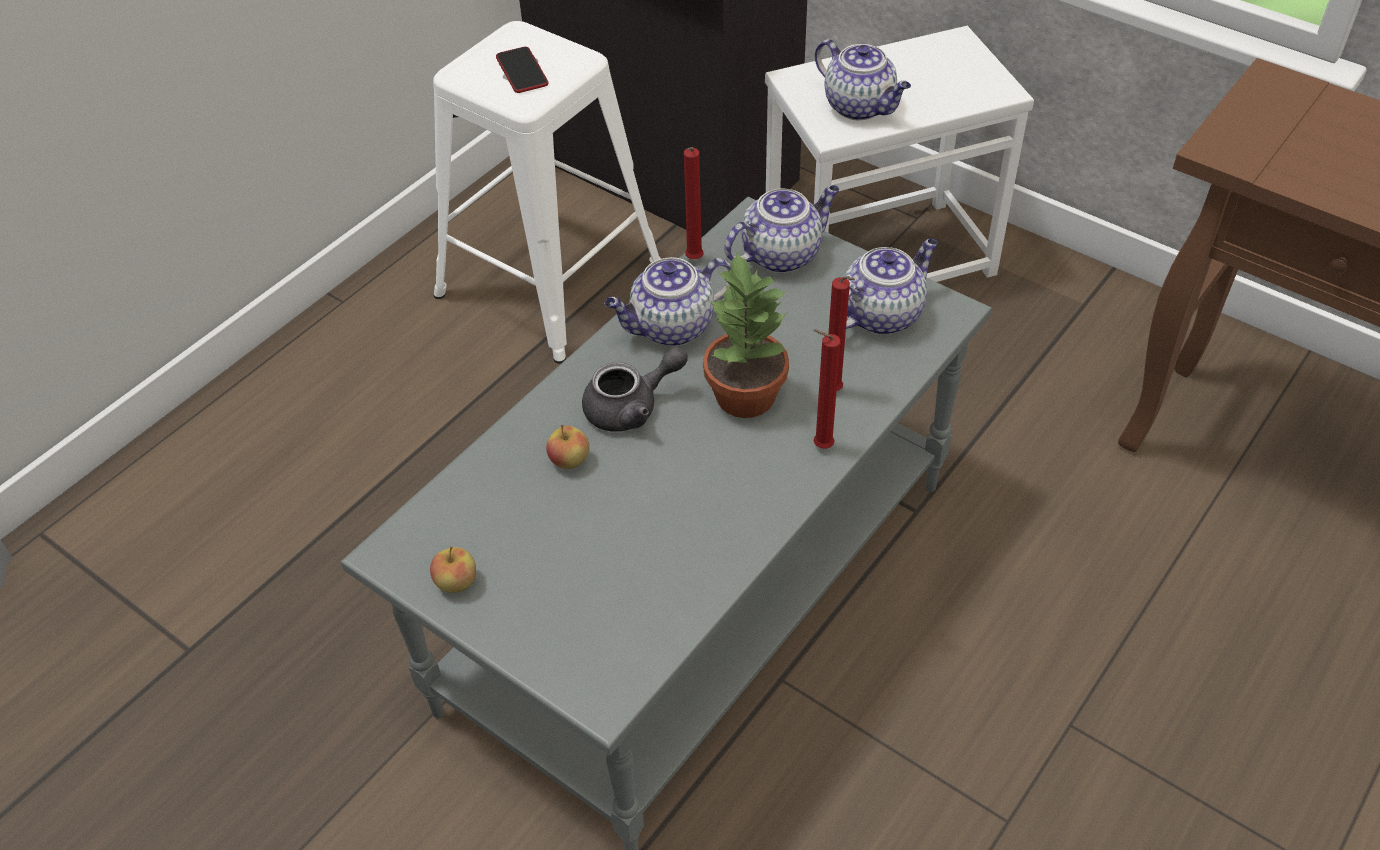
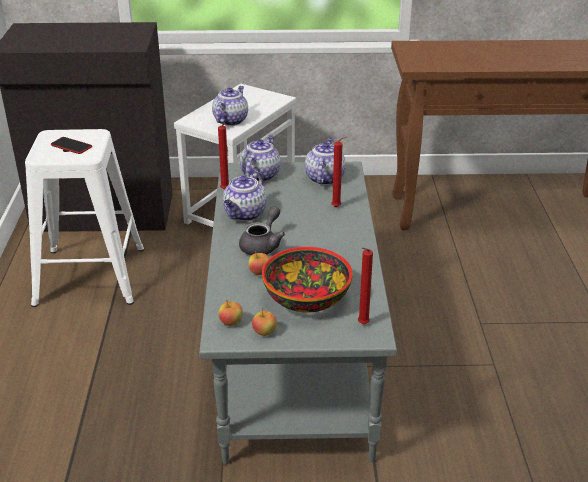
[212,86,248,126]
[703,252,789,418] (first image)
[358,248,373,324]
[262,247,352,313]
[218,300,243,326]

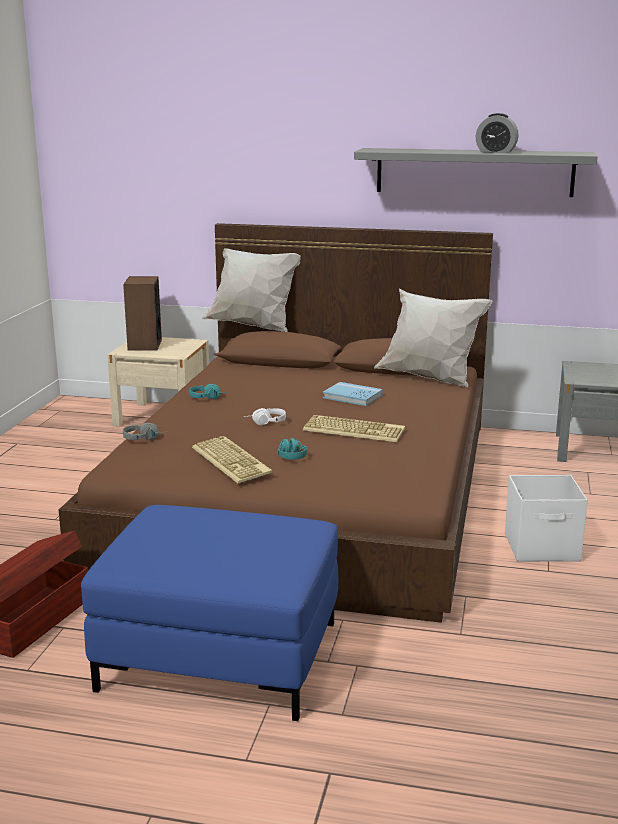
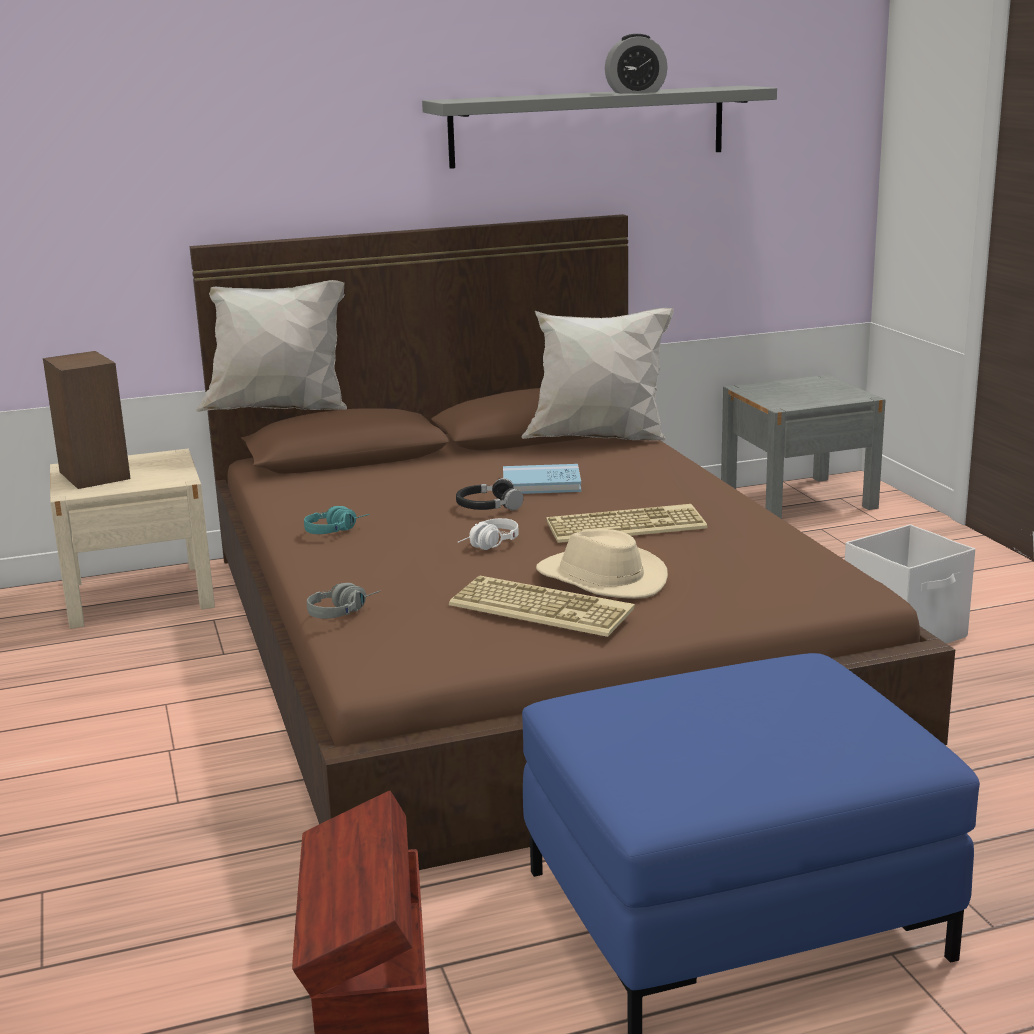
[536,529,668,599]
[456,478,523,510]

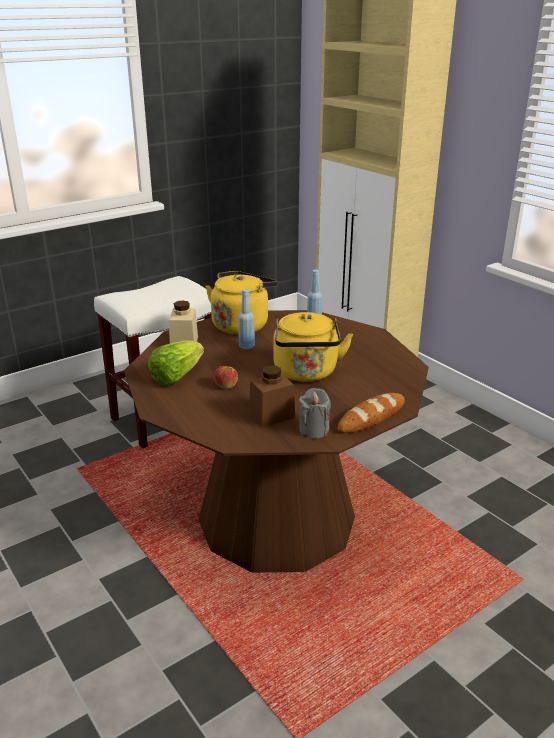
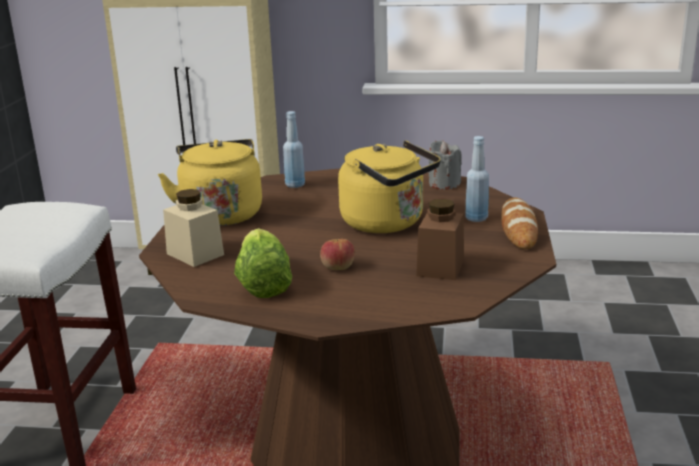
[465,136,489,222]
[428,141,462,190]

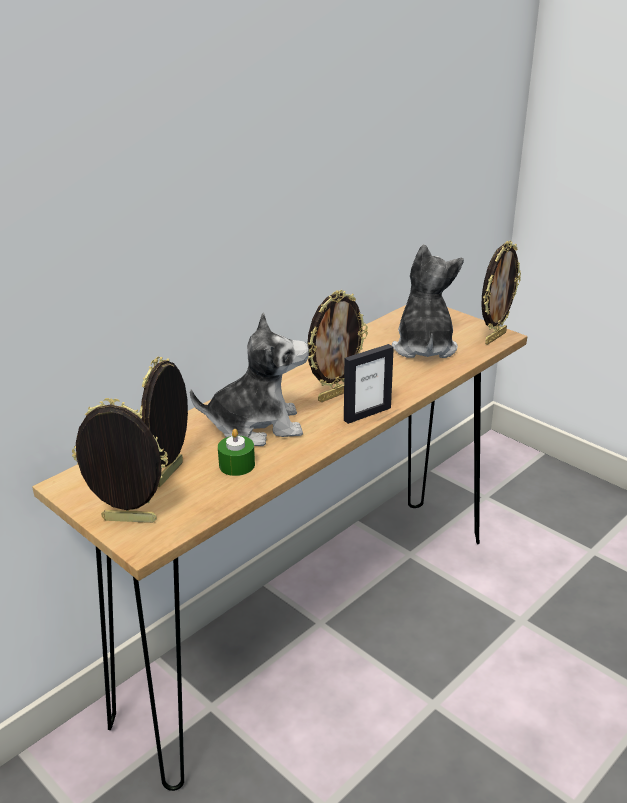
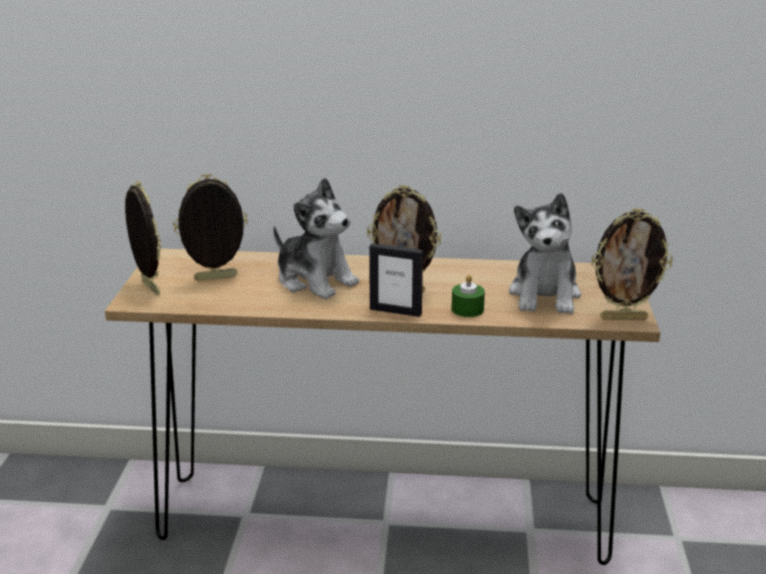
[509,193,581,314]
[451,274,485,317]

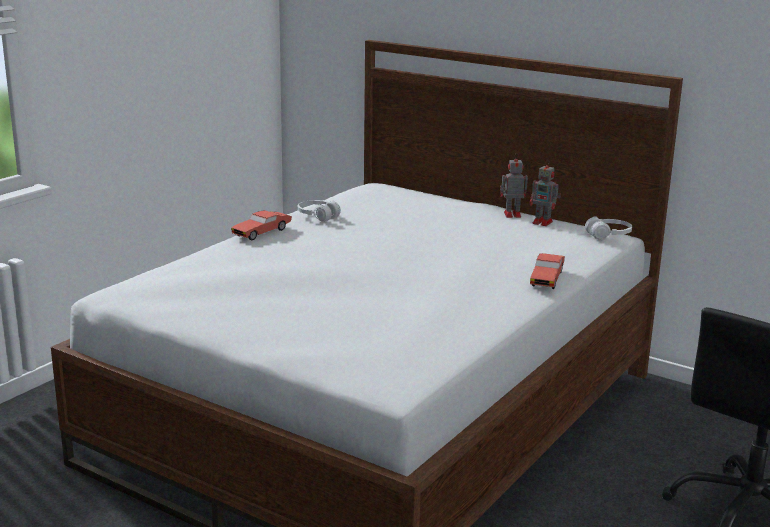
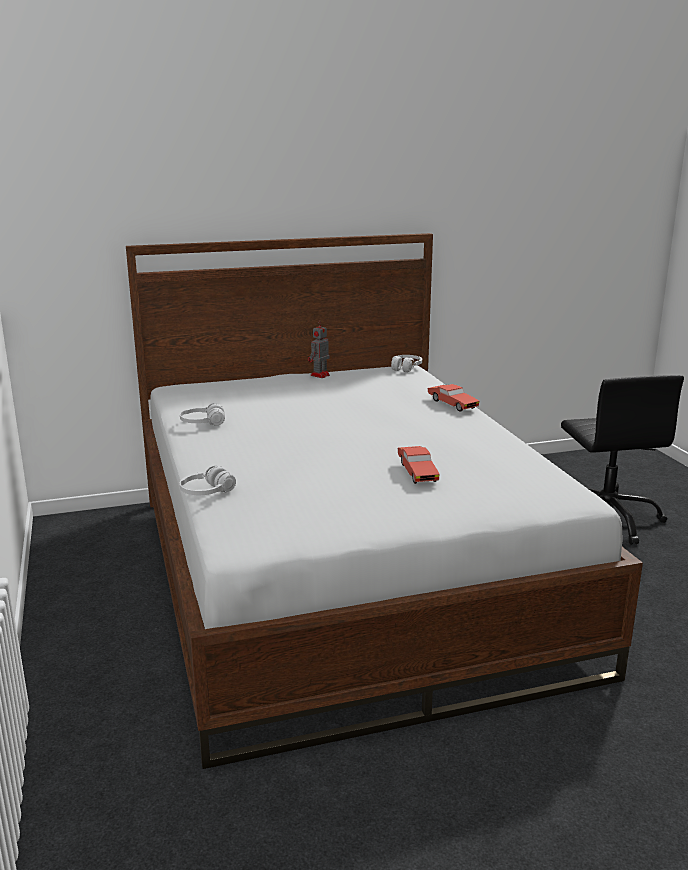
[529,160,561,226] (first image)
[398,446,440,484]
[180,466,236,495]

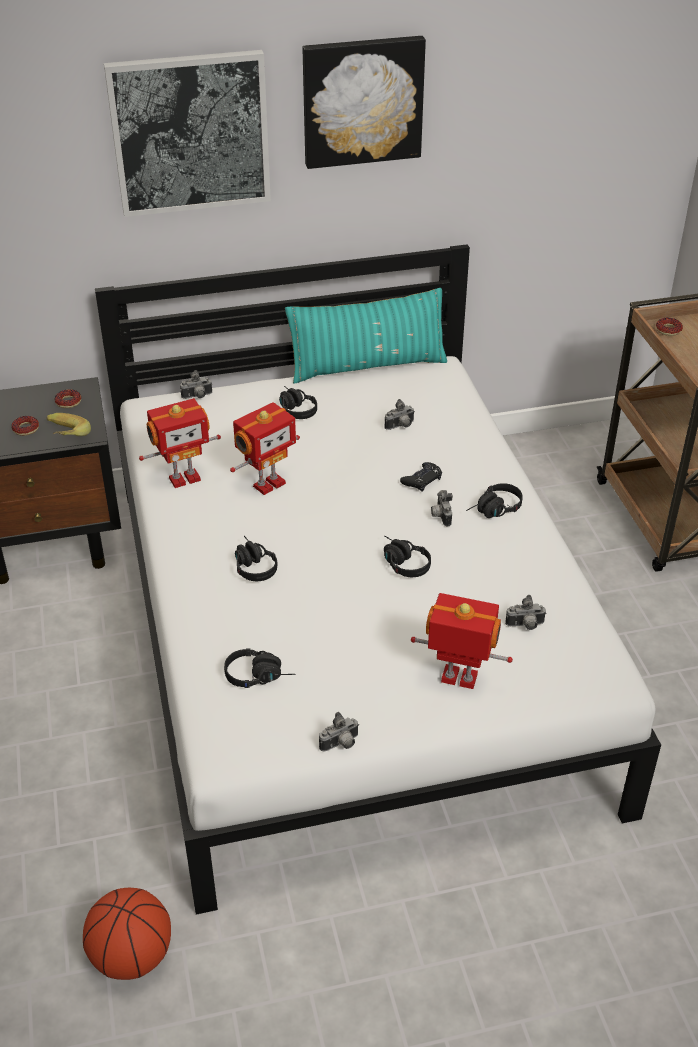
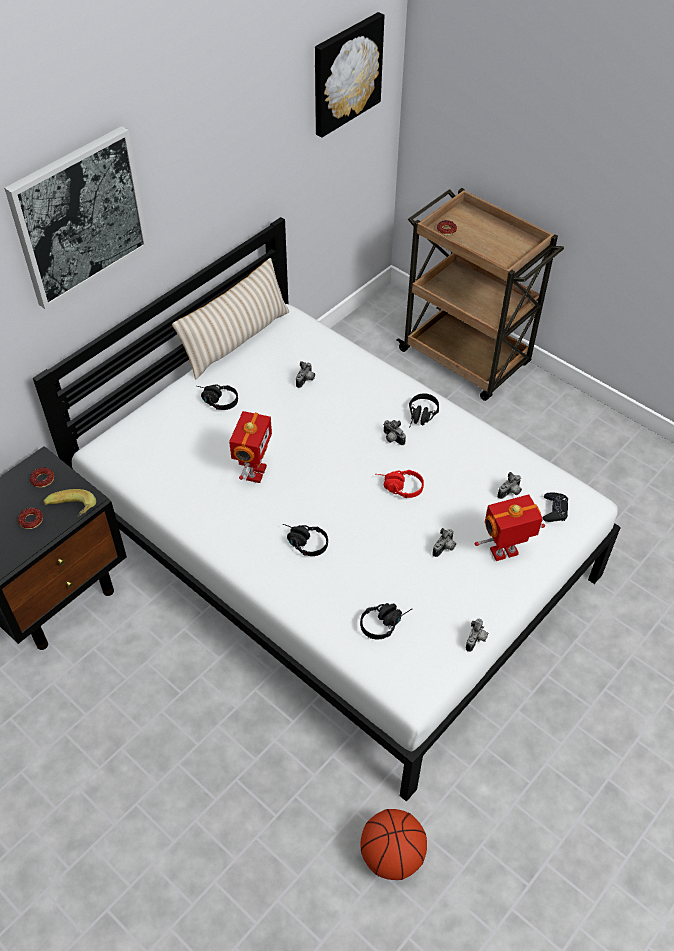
[315,12,384,138]
[172,258,289,380]
[432,528,456,557]
[139,398,221,488] (first image)
[543,492,568,522]
[376,470,424,498]

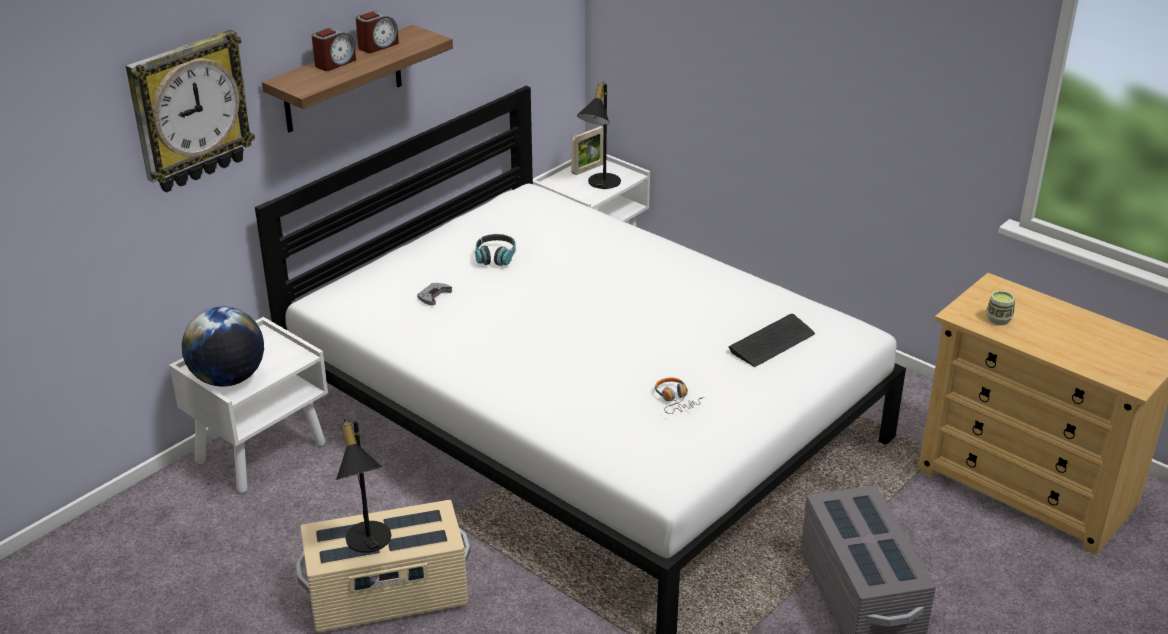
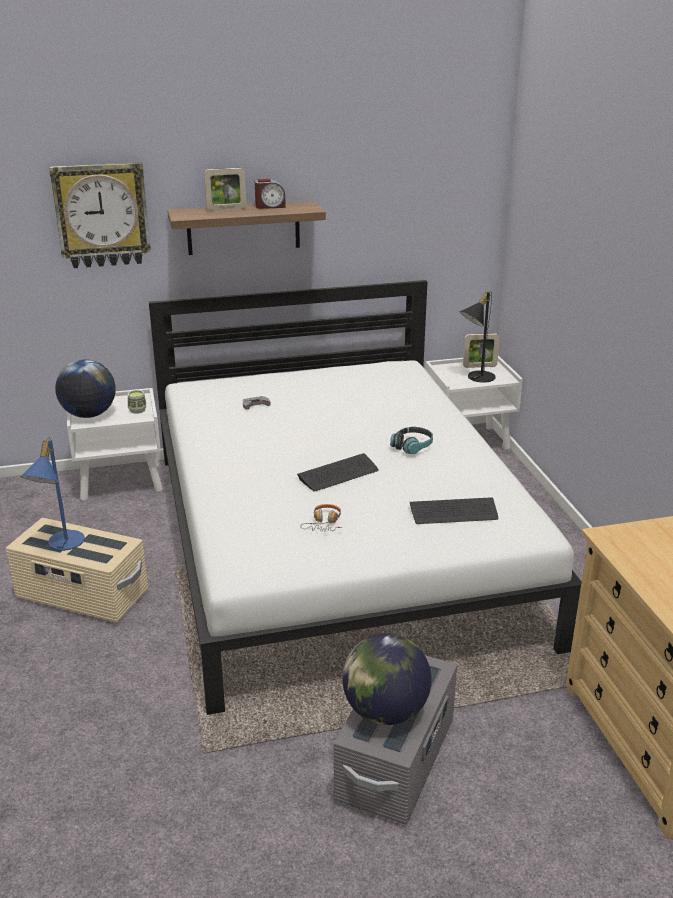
[204,168,246,211]
[390,427,433,454]
[128,390,146,414]
[21,437,85,551]
[297,453,379,492]
[342,633,432,725]

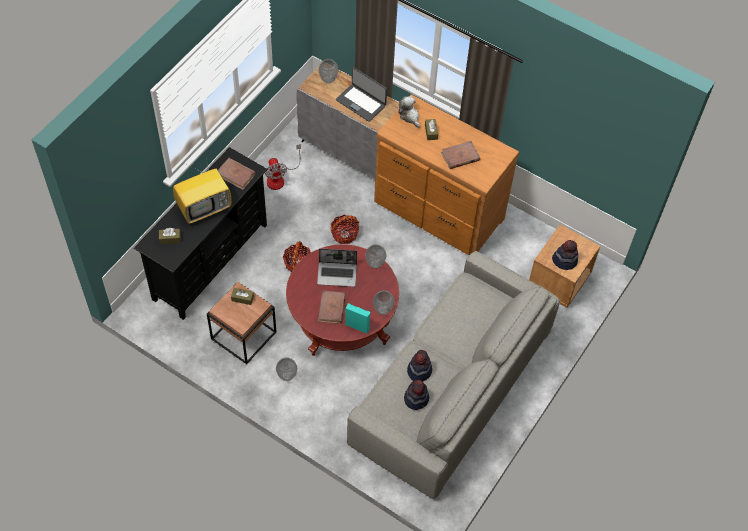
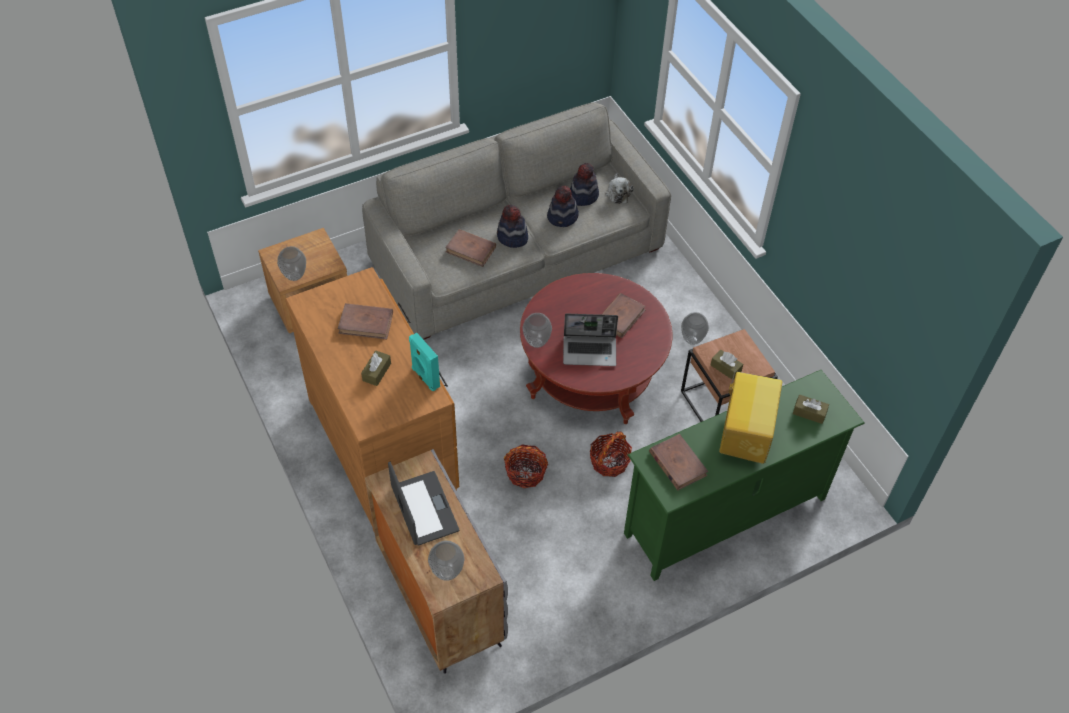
[605,173,633,204]
[265,144,301,190] (first image)
[624,370,865,581]
[719,361,782,464]
[497,205,528,248]
[563,314,618,366]
[277,246,306,281]
[409,333,440,391]
[445,229,496,267]

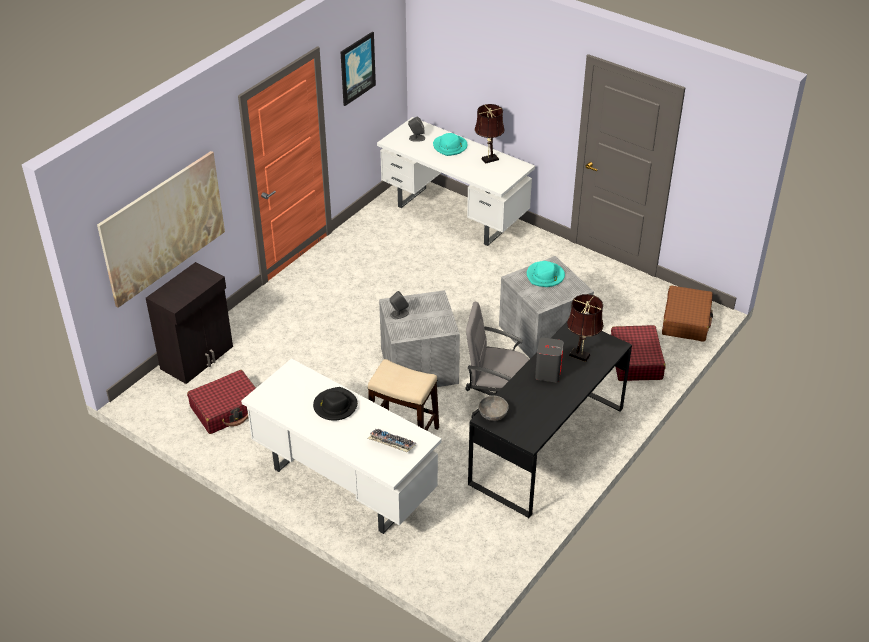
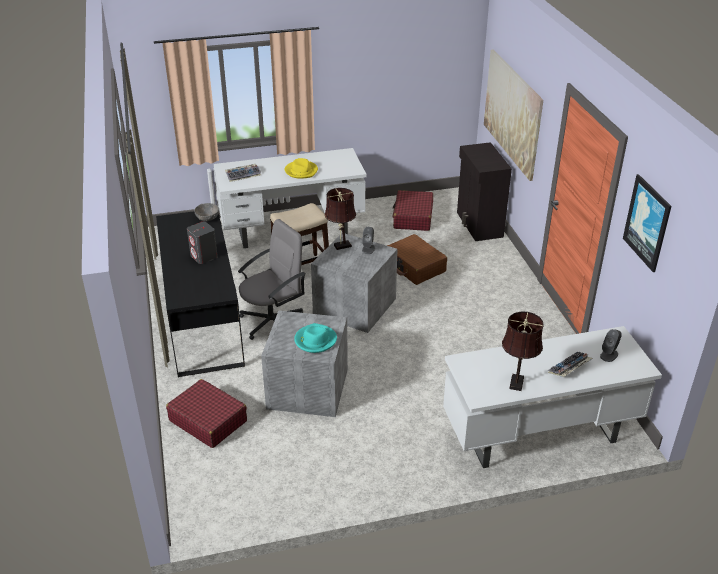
[548,352,593,377]
[387,234,447,285]
[325,188,356,250]
[284,158,318,179]

